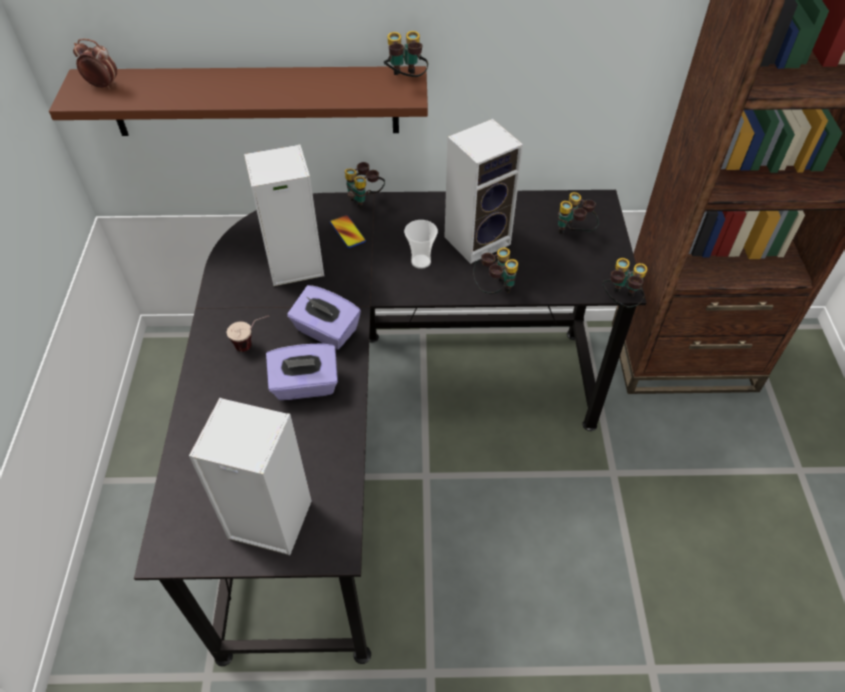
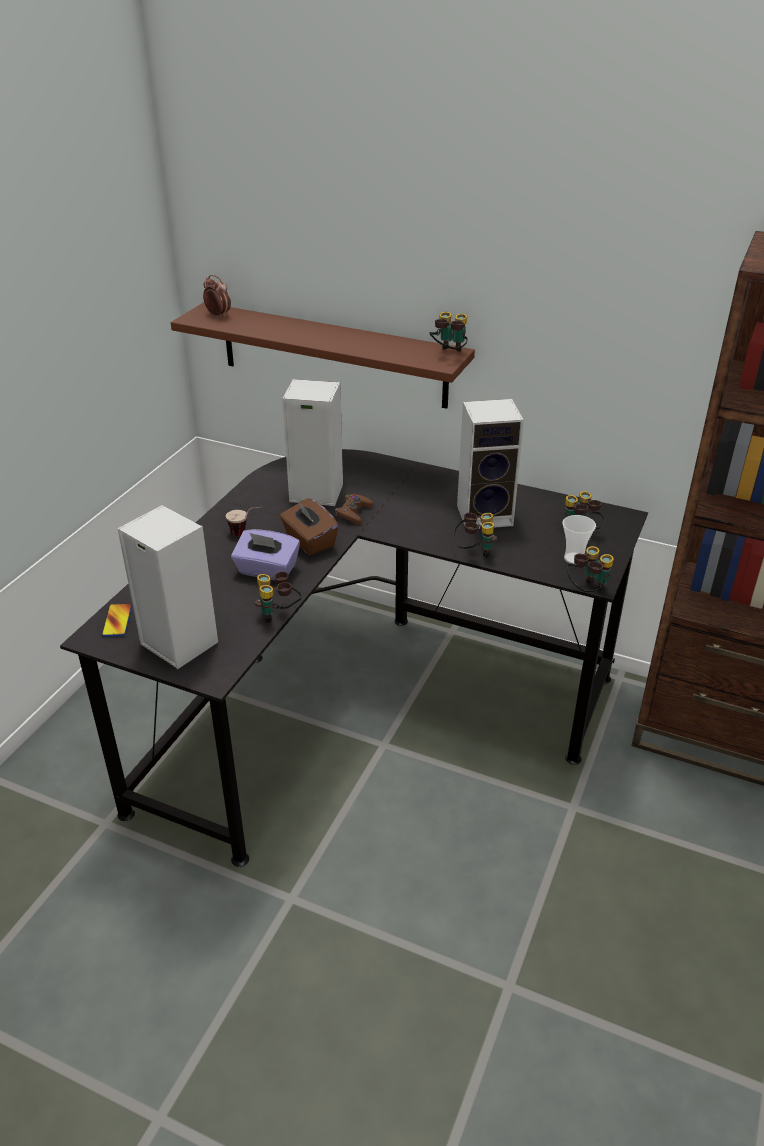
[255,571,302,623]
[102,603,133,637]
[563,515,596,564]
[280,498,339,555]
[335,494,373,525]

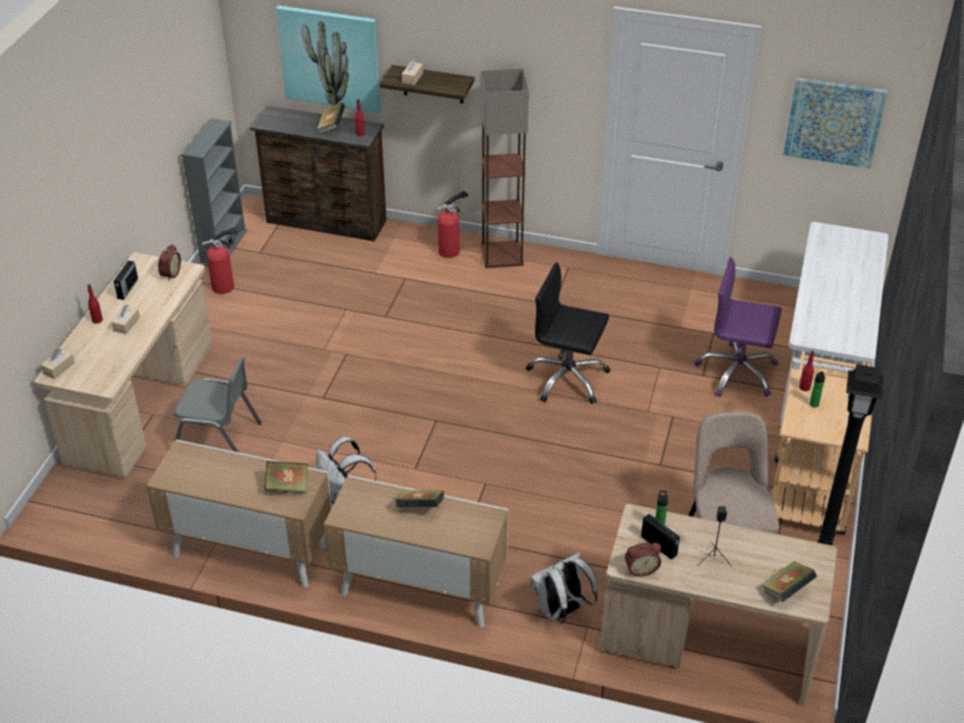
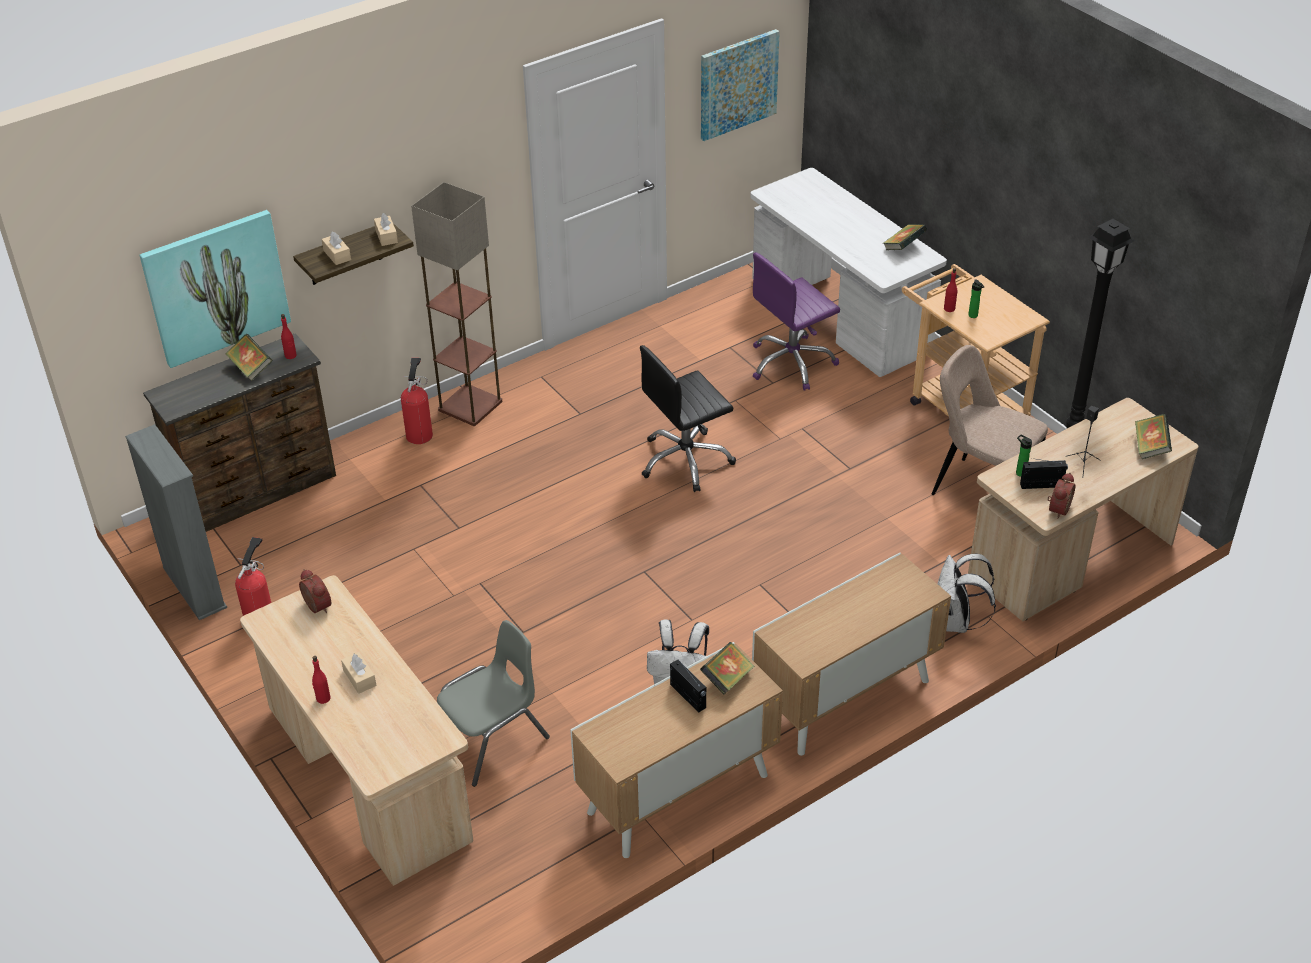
[670,659,706,713]
[374,213,398,246]
[884,224,927,250]

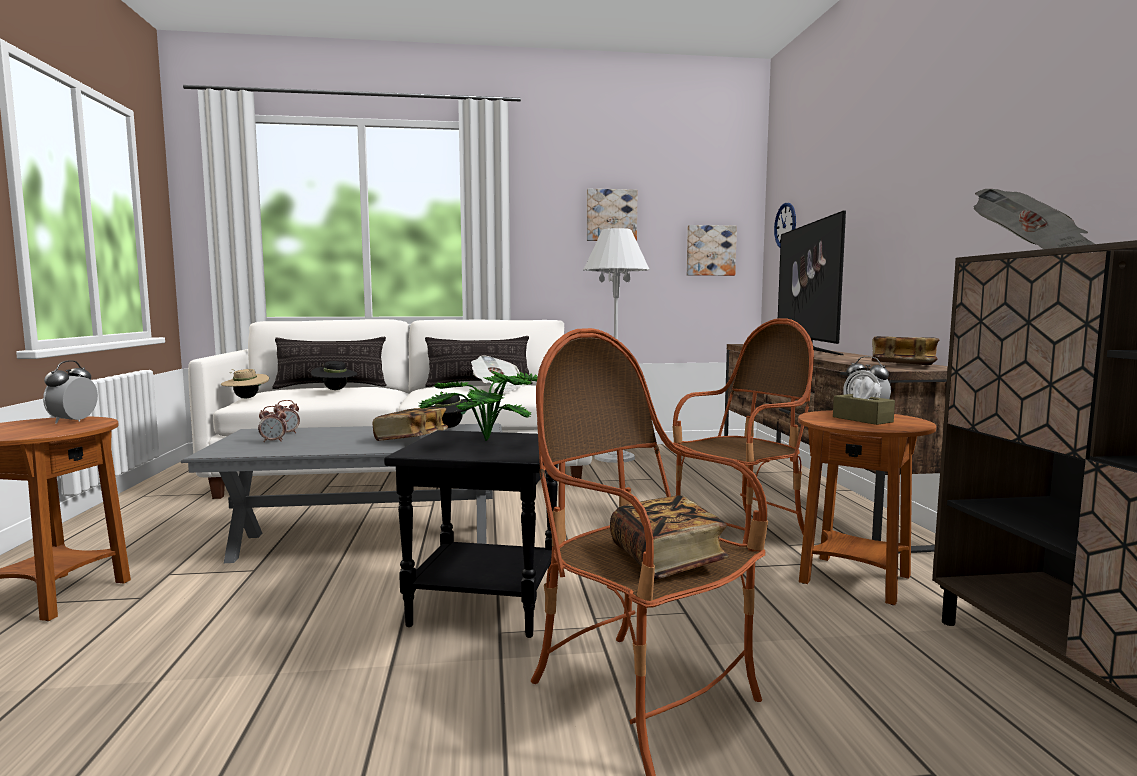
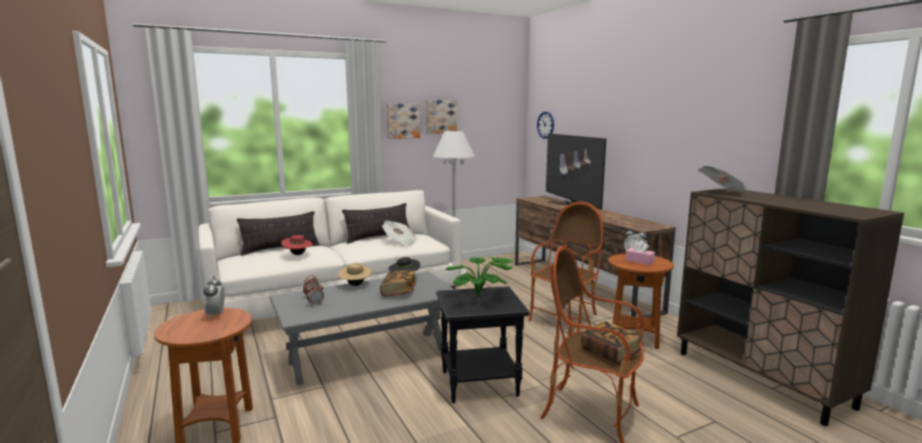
[387,104,420,139]
[872,336,939,365] (first image)
[281,235,312,255]
[338,263,372,286]
[625,241,655,265]

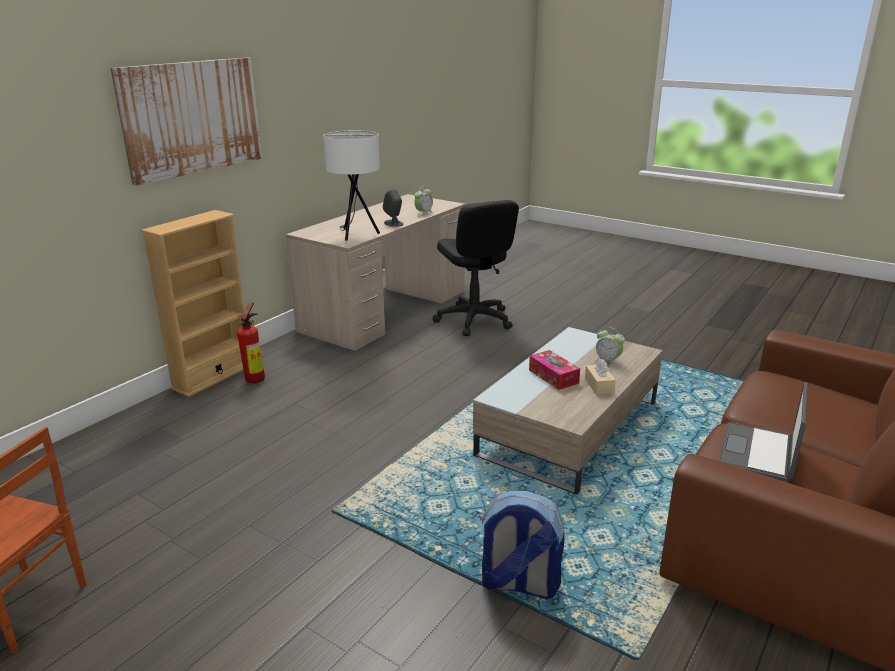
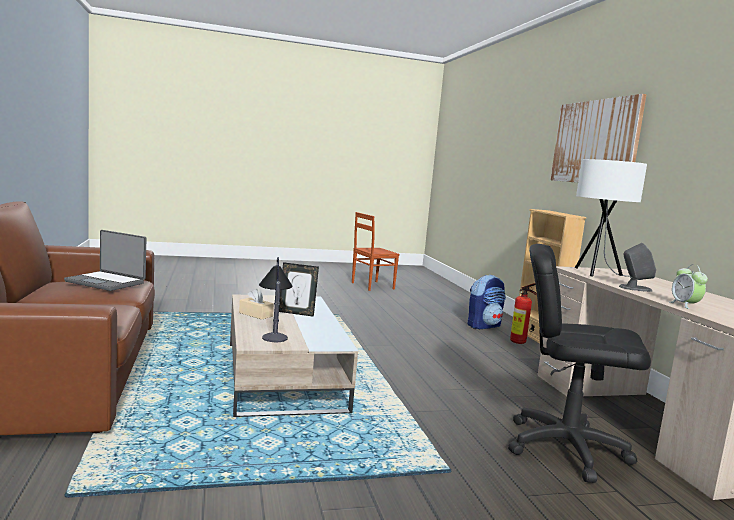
[259,257,293,342]
[279,262,319,317]
[64,230,146,291]
[467,275,506,329]

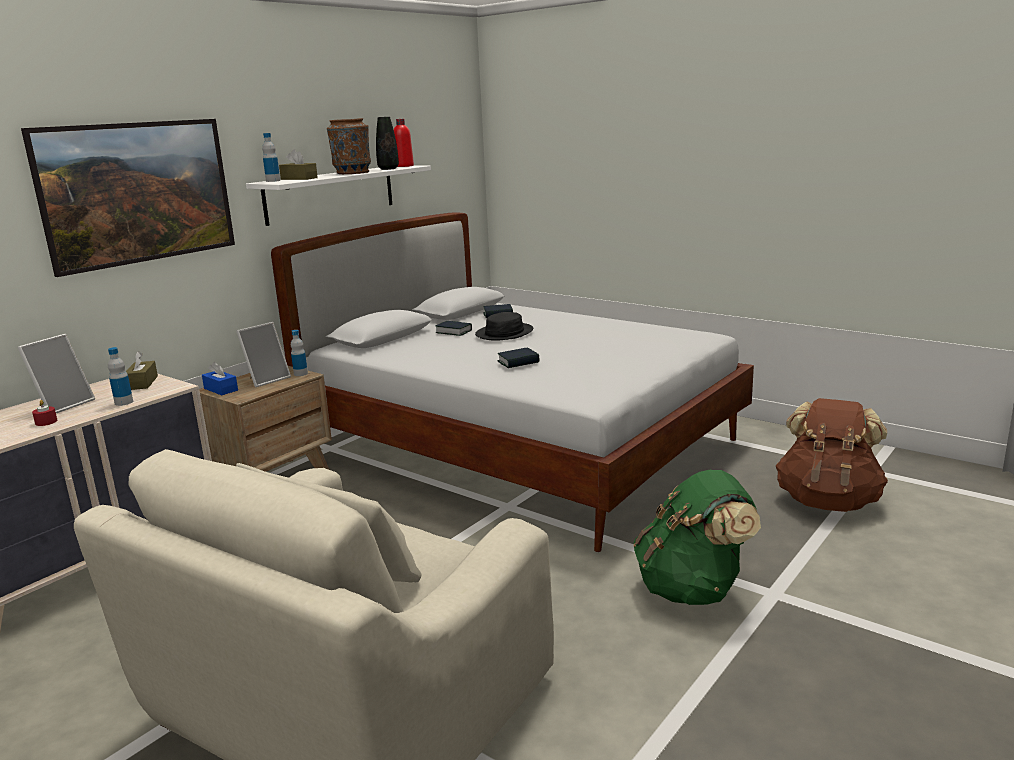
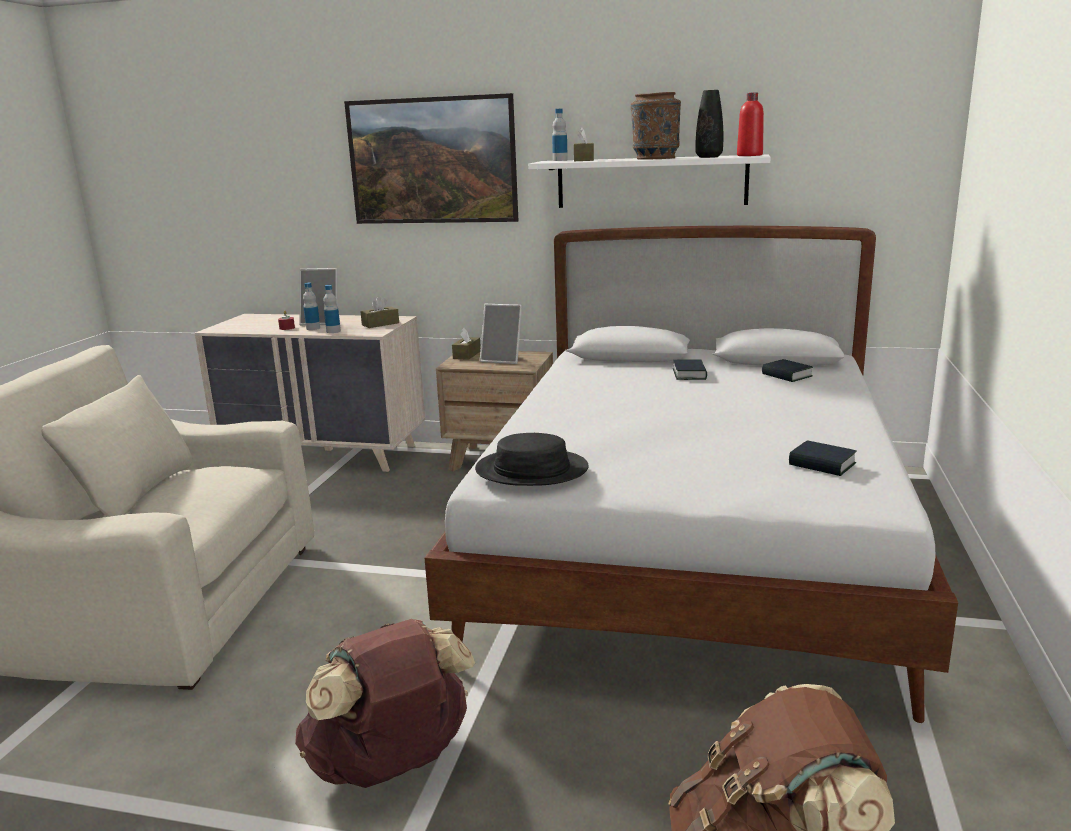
[475,433,589,486]
[303,283,320,330]
[789,441,857,476]
[452,328,481,360]
[295,619,475,788]

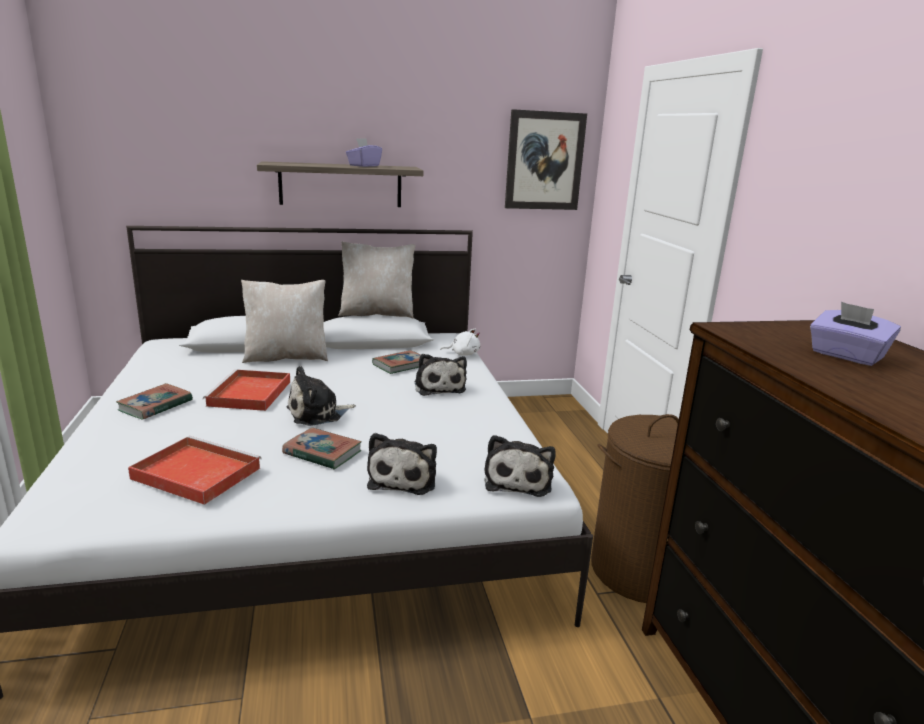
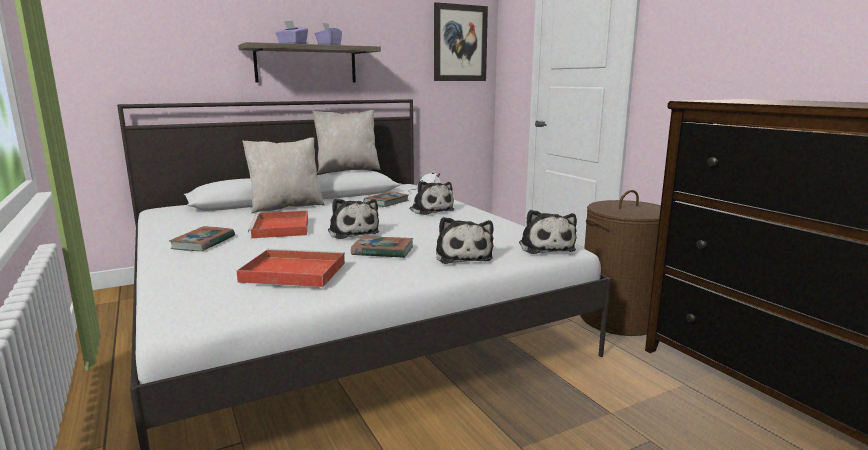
[275,20,308,44]
[328,199,379,239]

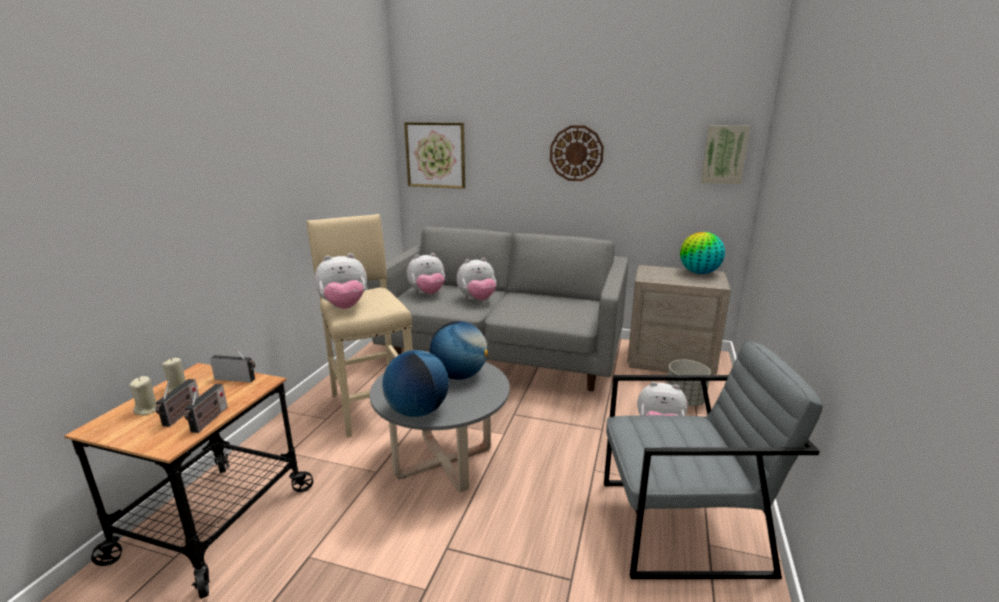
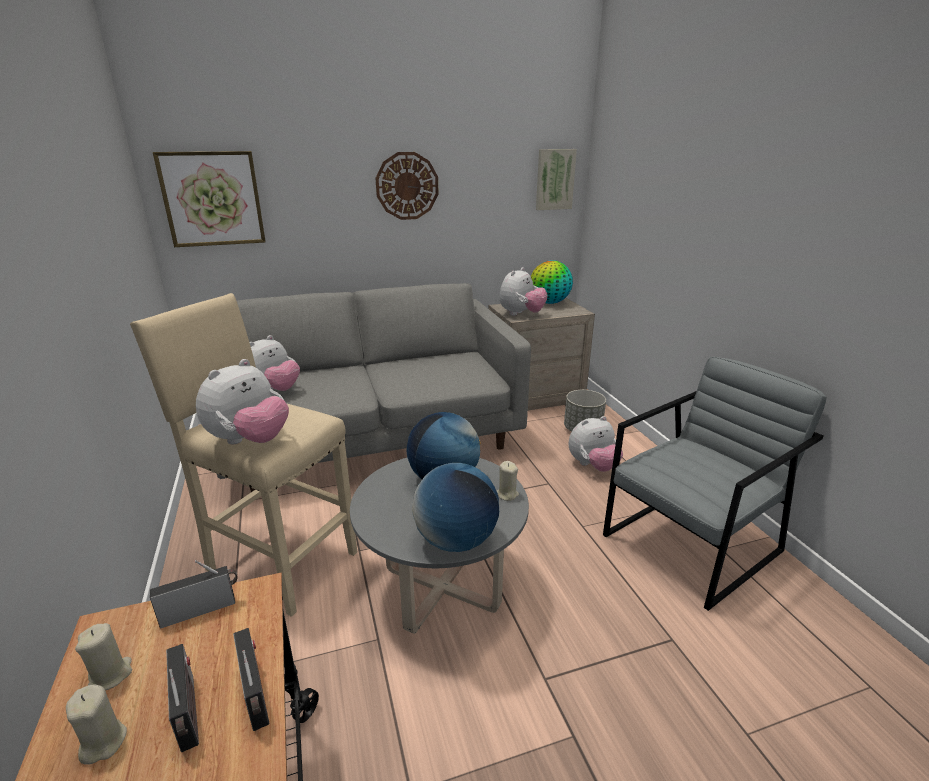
[499,267,548,316]
[497,461,519,501]

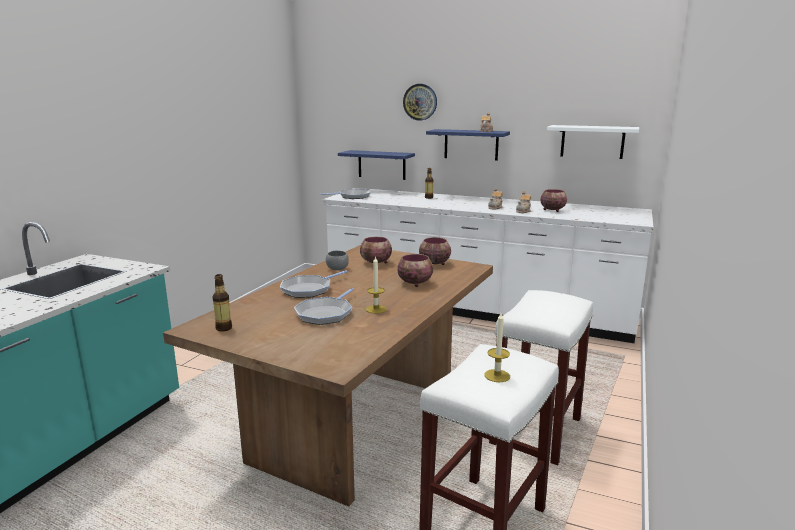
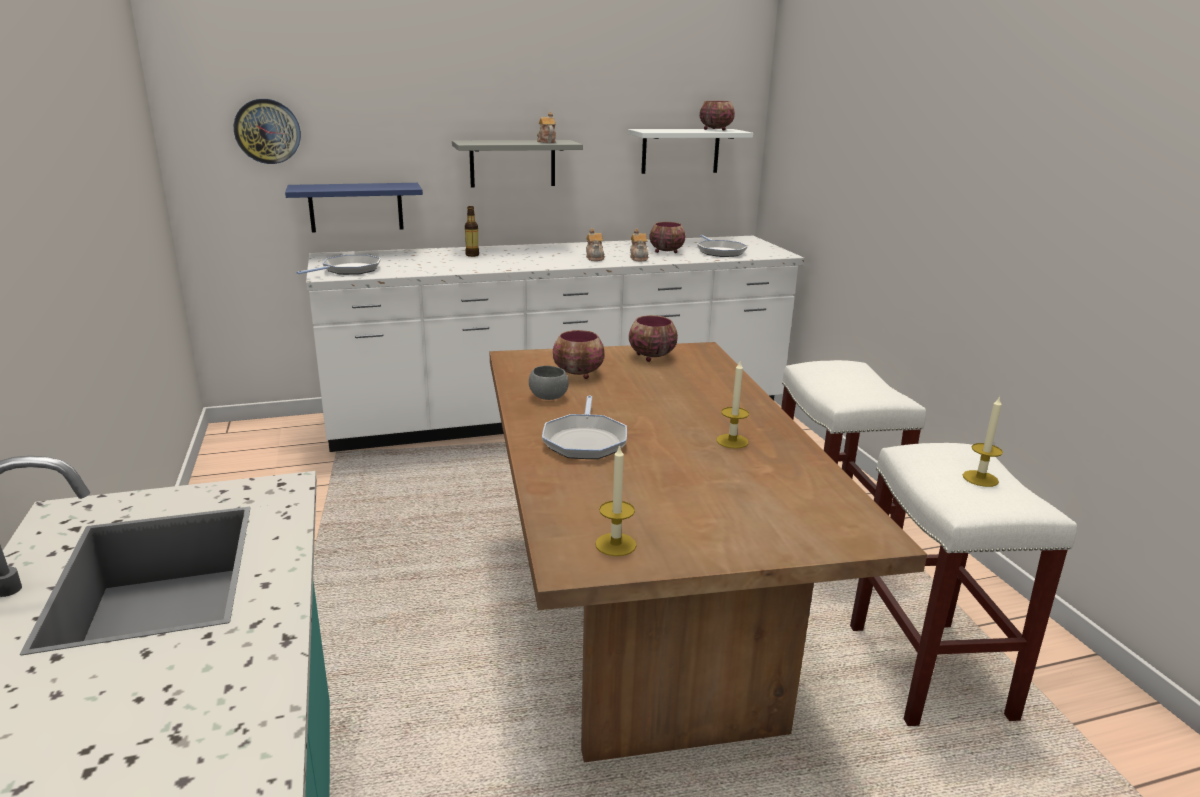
[234,99,301,164]
[452,140,583,188]
[700,101,735,131]
[595,444,637,556]
[697,235,748,257]

